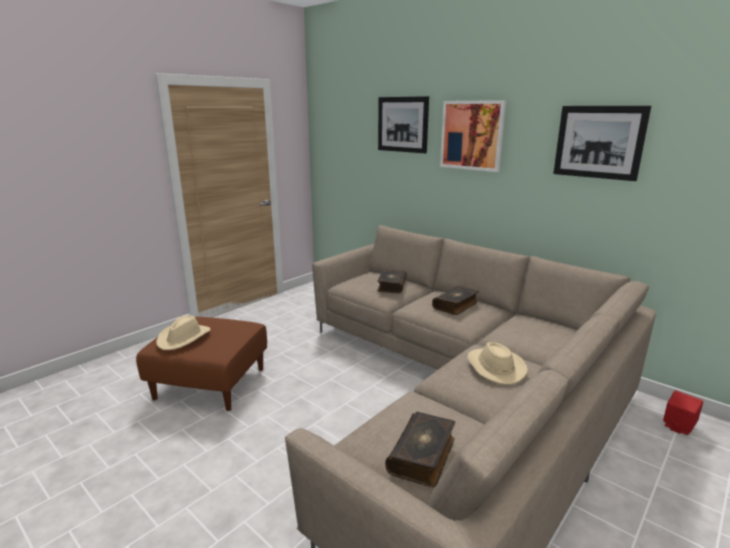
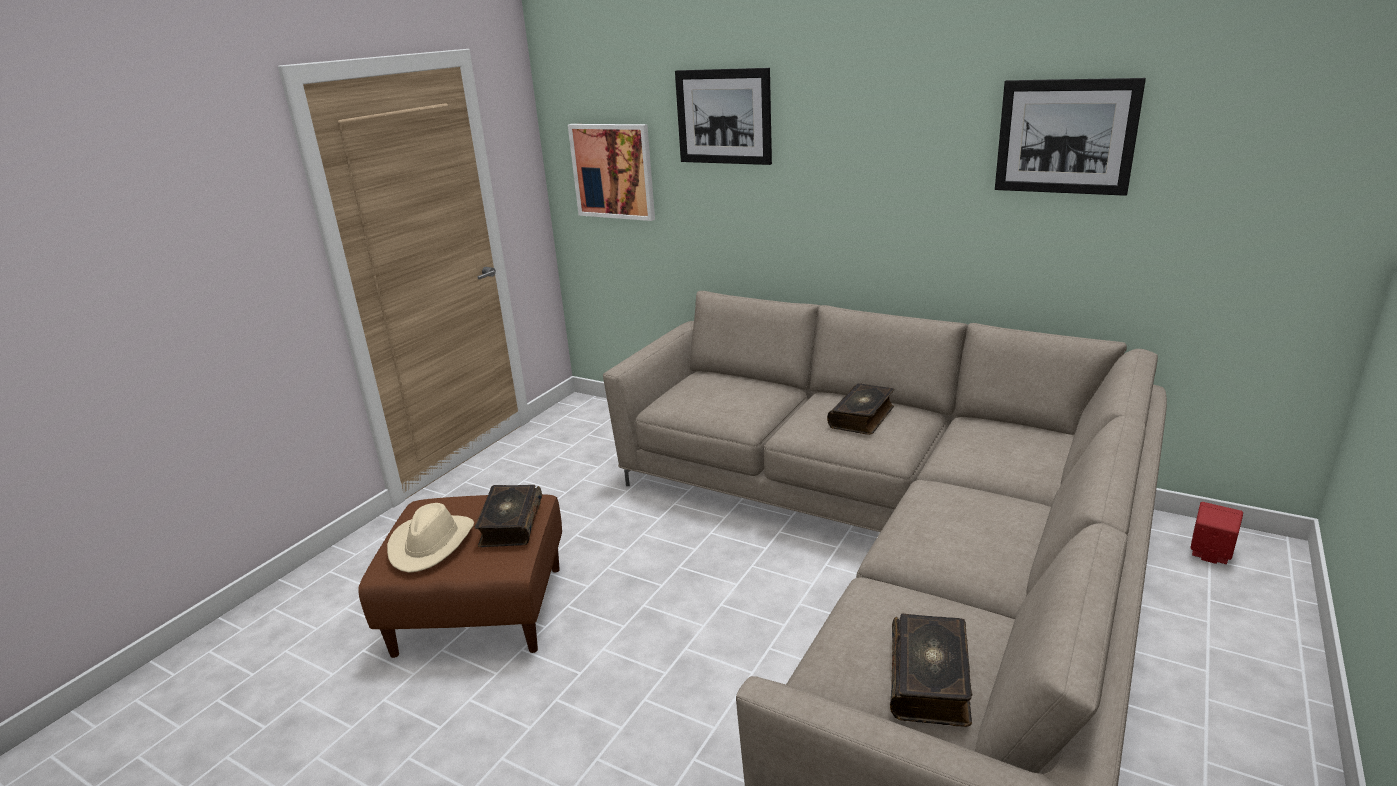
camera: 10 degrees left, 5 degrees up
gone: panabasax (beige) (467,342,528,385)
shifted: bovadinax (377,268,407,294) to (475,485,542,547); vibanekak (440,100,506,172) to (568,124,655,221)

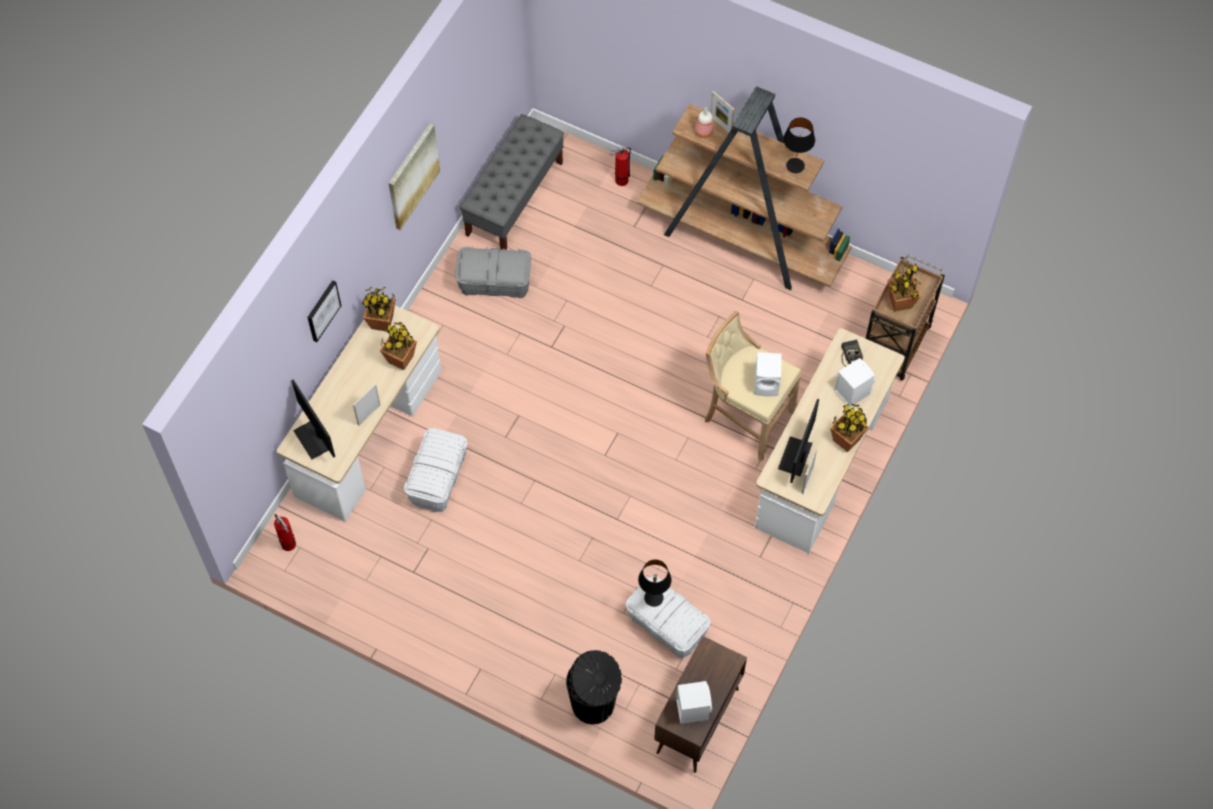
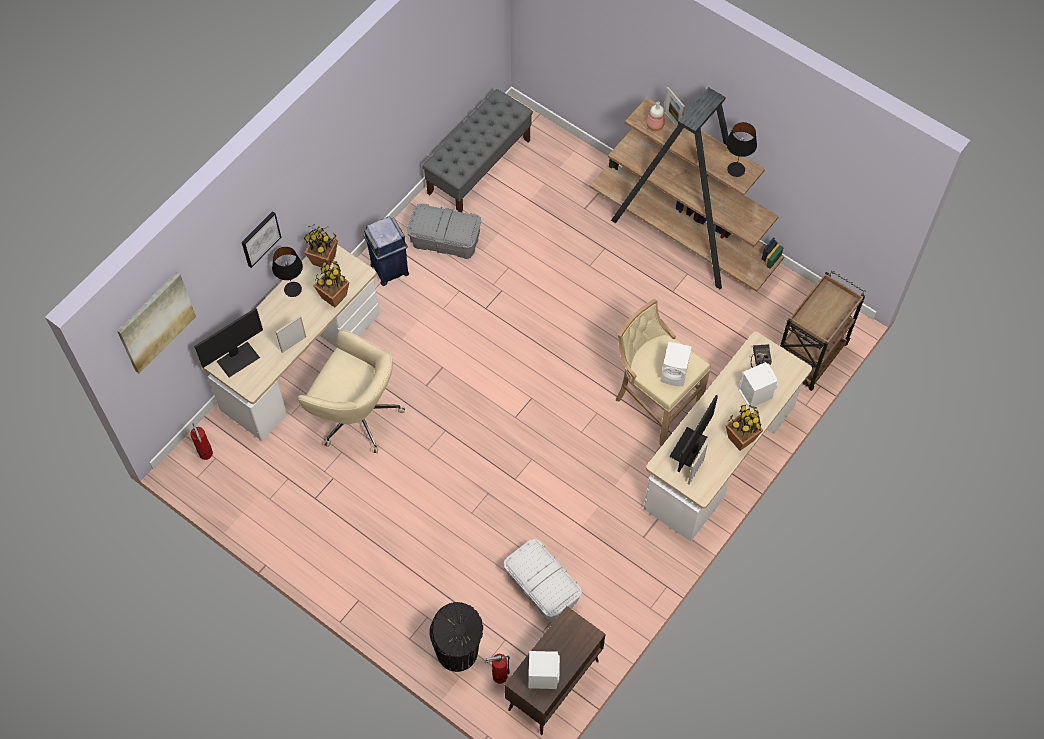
camera: 10 degrees right, 0 degrees up
gone: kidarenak (888,261,921,312)
new: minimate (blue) (364,216,409,286)
shifted: vibanekak (389,123,440,230) to (117,272,196,374); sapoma (610,146,631,186) to (485,654,510,684); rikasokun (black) (638,560,671,607) to (272,247,303,297)
swapped: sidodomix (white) (404,428,467,512) to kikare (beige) (297,330,405,454)
rotated: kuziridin (291,379,335,459) = (194,308,263,377) 105 degrees counterclockwise

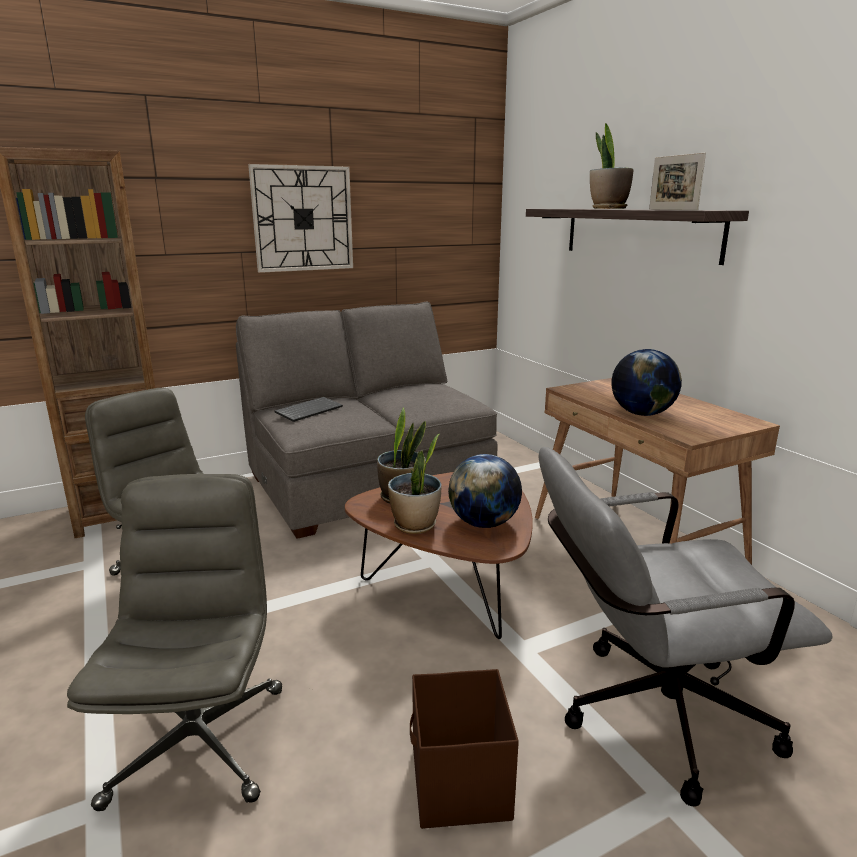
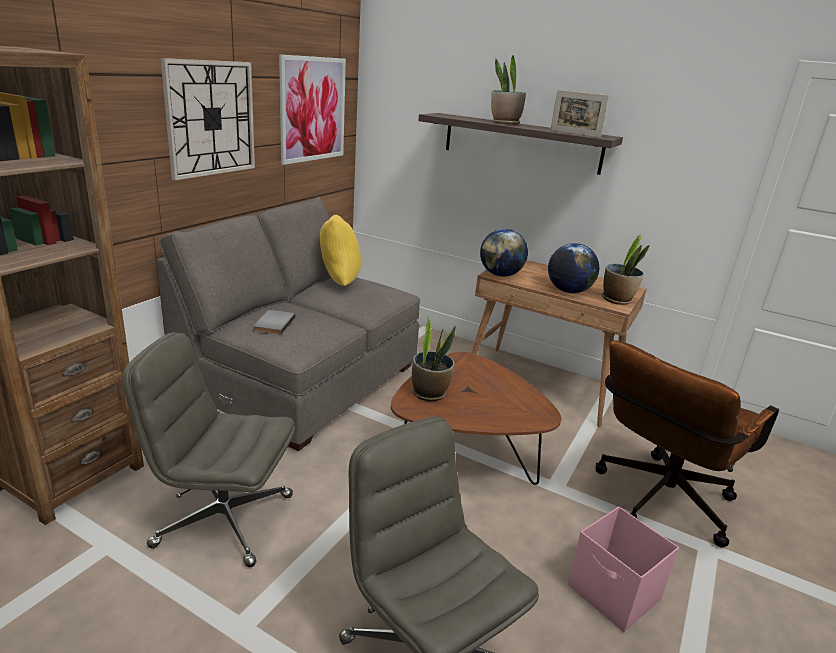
camera: 35 degrees left, 5 degrees up
new: vibanekak (279,54,346,165); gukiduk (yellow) (320,215,361,286)
shifted: kidarenak (388,434,442,534) to (602,233,650,305); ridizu (448,454,522,528) to (480,229,528,277)
swapped: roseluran (274,397,343,422) to bovadinax (grey) (253,310,295,335)
repainted: sidodomix (brown) (410,669,519,829) to sidodomix (pink) (568,507,679,632); kikare (grey) (539,447,833,806) to kikare (brown) (595,340,779,547)

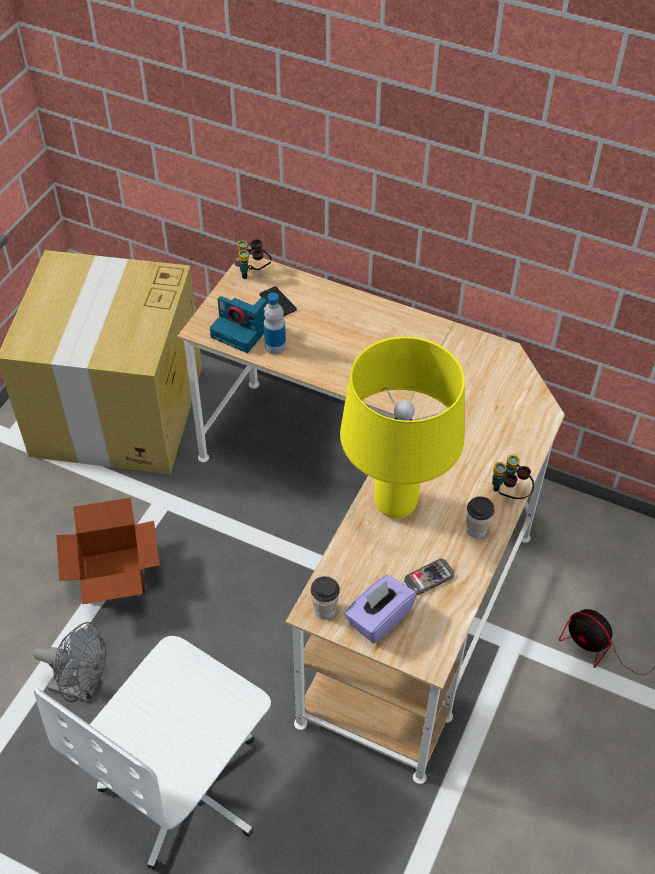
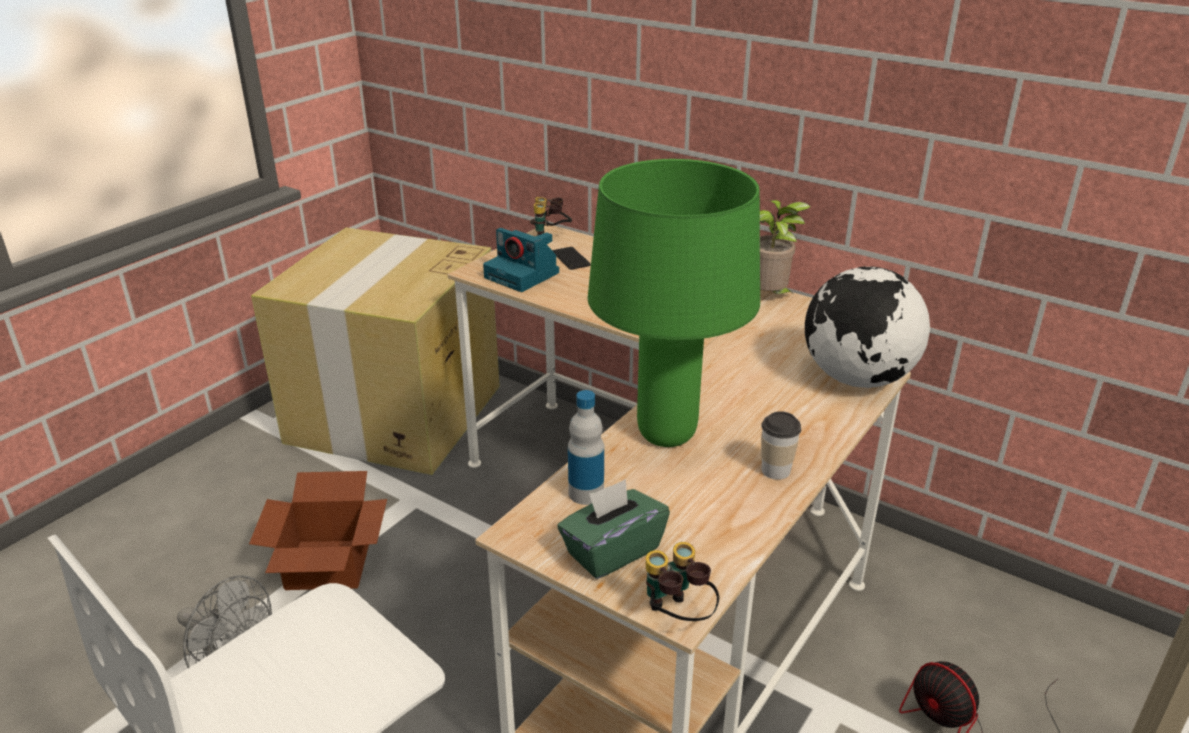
camera: 10 degrees right, 20 degrees down
gone: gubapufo (311,576,340,619); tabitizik (404,558,455,595)
new: kidarenak (760,200,811,296); ridizu (805,266,930,388)
shifted: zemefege (264,293,286,355) to (568,390,604,505); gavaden (492,455,534,499) to (646,542,719,621)
repainted: rikasokun (yellow) (340,336,465,518) to rikasokun (green) (588,159,760,447); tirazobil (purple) (345,575,417,644) to tirazobil (green) (557,479,670,579)

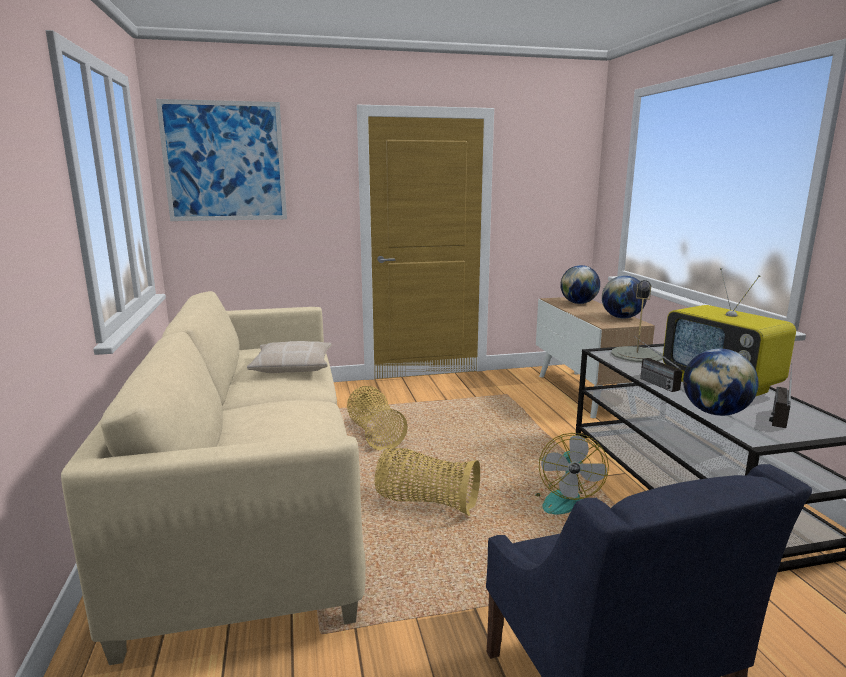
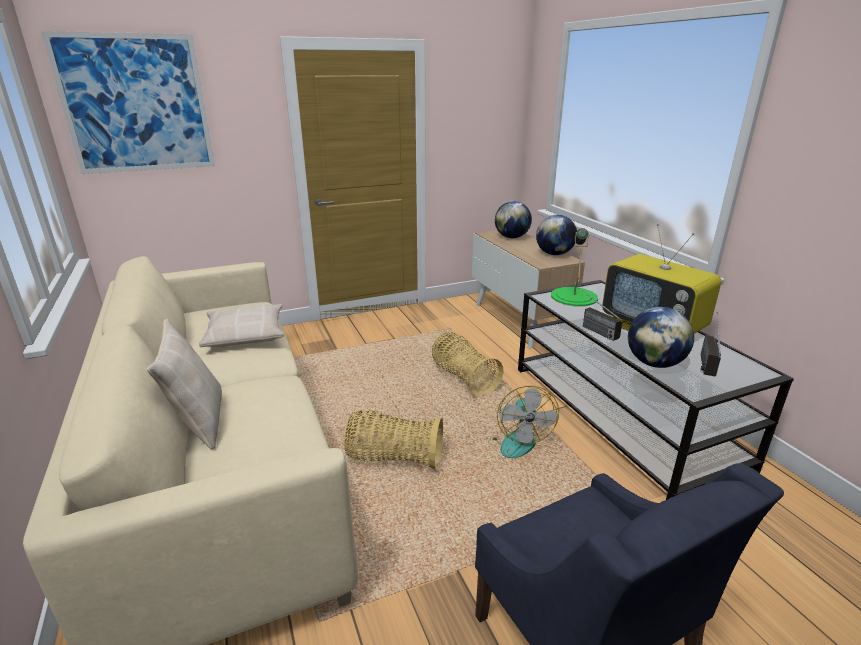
camera: 10 degrees left, 10 degrees up
new: gukiduk (beige) (147,319,222,450)
shifted: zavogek (347,386,408,451) to (432,332,503,397)
repainted: rikasokun (grey) (611,280,663,362) to rikasokun (green) (551,228,598,306)

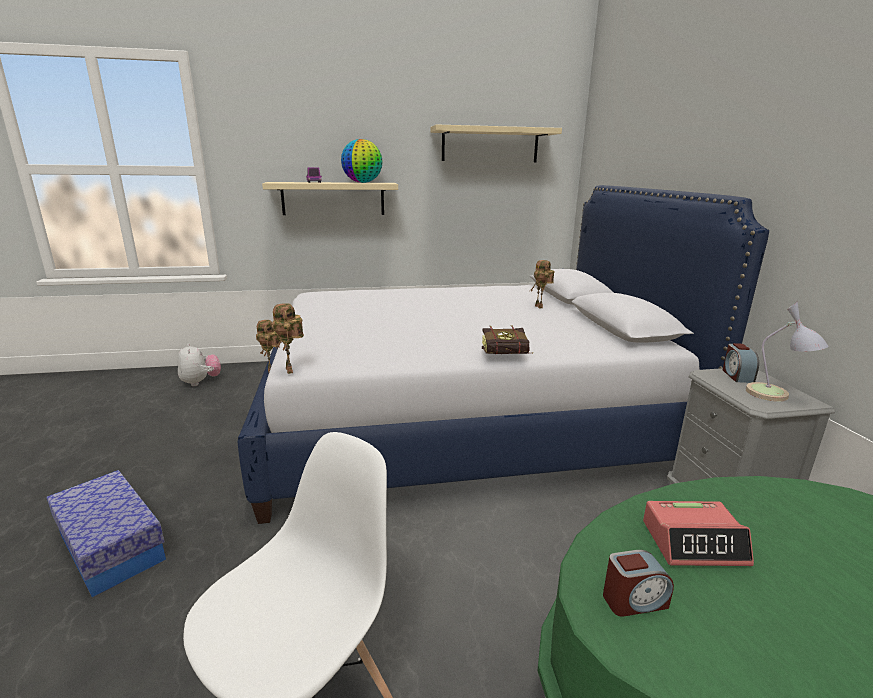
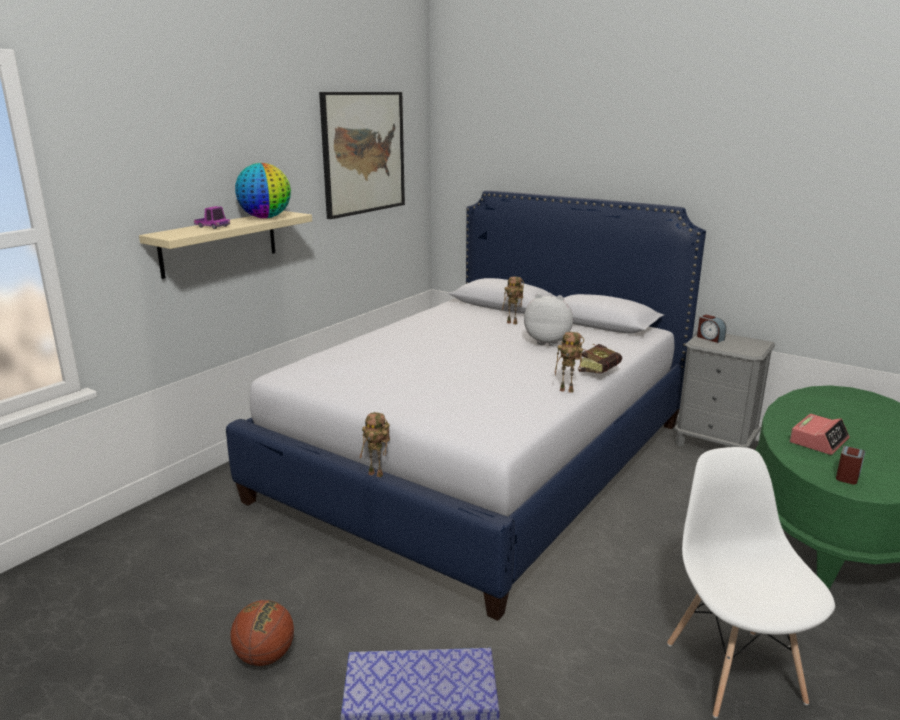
camera: 45 degrees left, 0 degrees up
gone: rikasokun (746,301,828,402)
new: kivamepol (231,600,294,666)
shifted: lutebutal (178,343,221,386) to (524,294,573,346); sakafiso (272,303,304,374) to (555,332,584,393)
swapped: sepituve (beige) (430,124,562,162) to vibanekak (319,92,405,219)

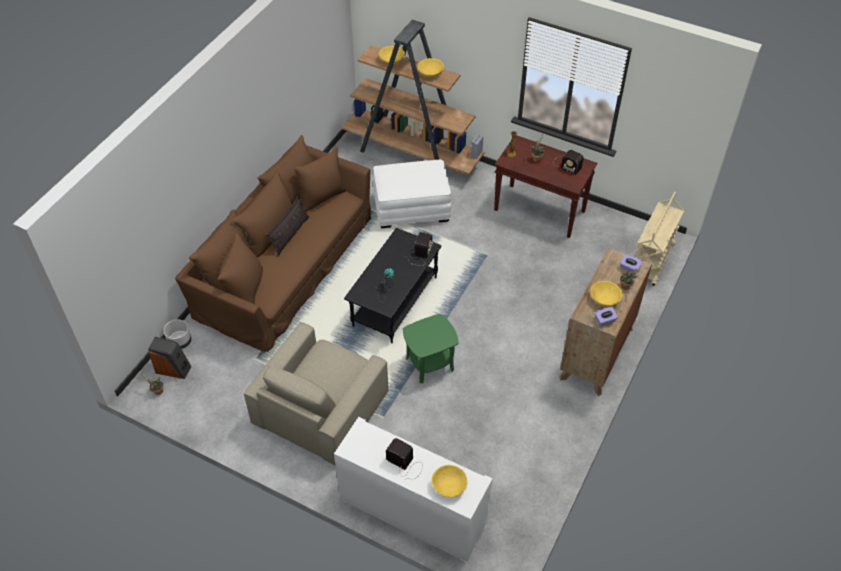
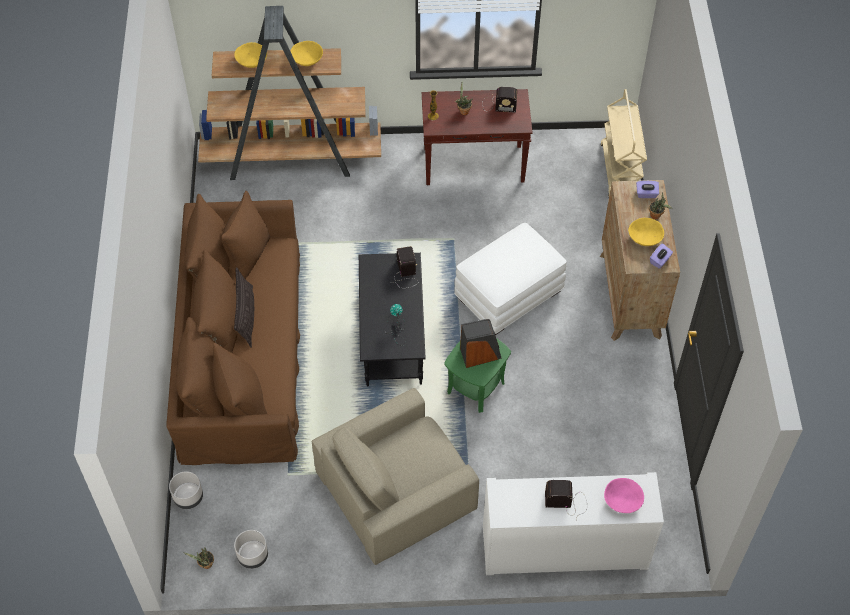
camera: 30 degrees left, 5 degrees up
new: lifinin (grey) (234,530,268,569)
shifted: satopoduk (148,336,191,379) to (460,319,502,368); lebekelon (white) (373,160,451,228) to (454,223,566,335)
repainted: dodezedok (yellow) (432,465,468,497) to dodezedok (pink) (604,478,644,513)
rotated: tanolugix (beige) (244,322,389,466) = (312,388,479,565) 60 degrees clockwise

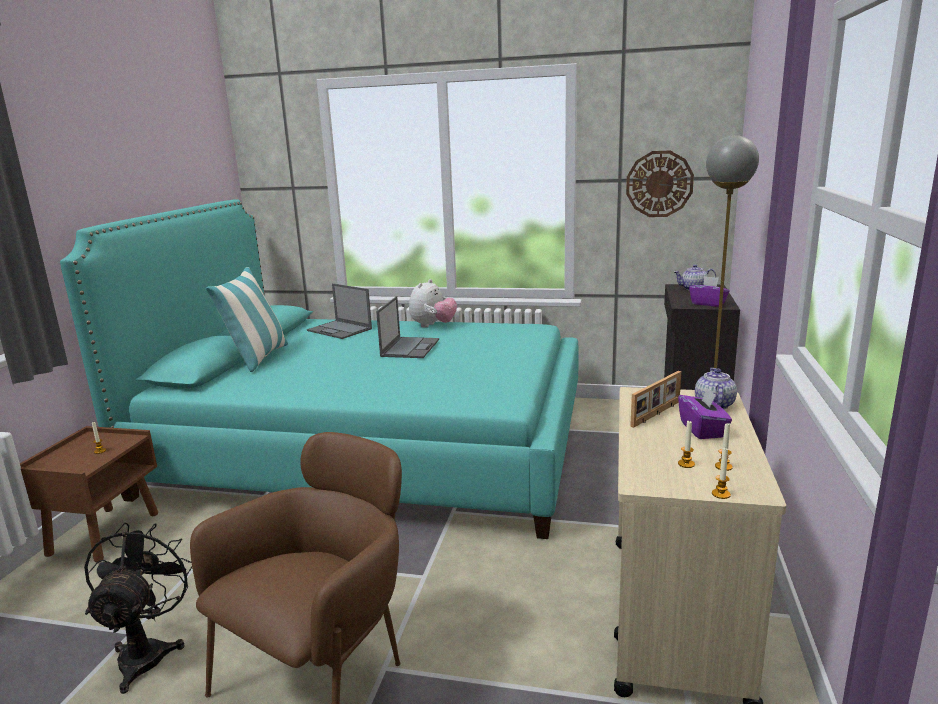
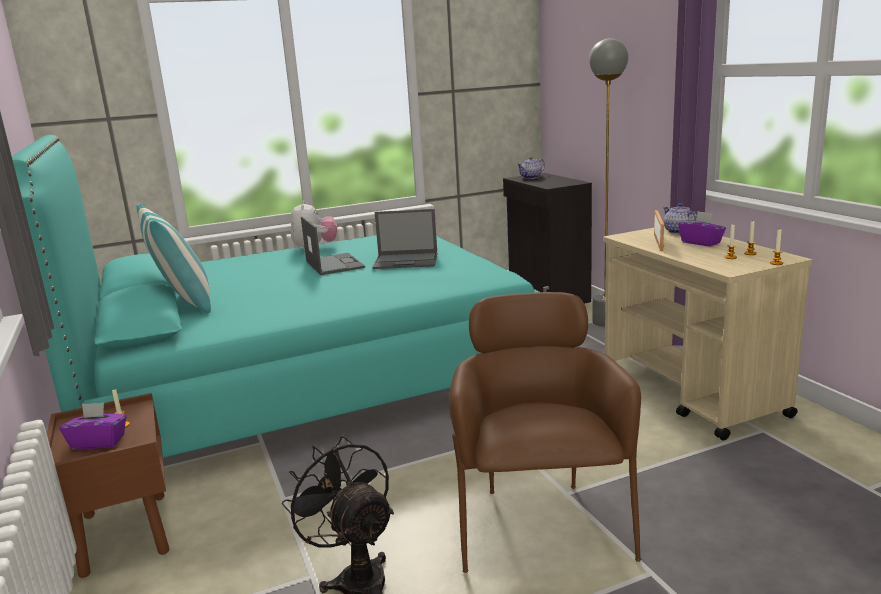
camera: 35 degrees left, 0 degrees up
gone: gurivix (626,151,694,217)
shifted: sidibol (307,283,372,339) to (373,209,437,269); tirazobil (purple) (689,276,729,307) to (60,402,127,450)

